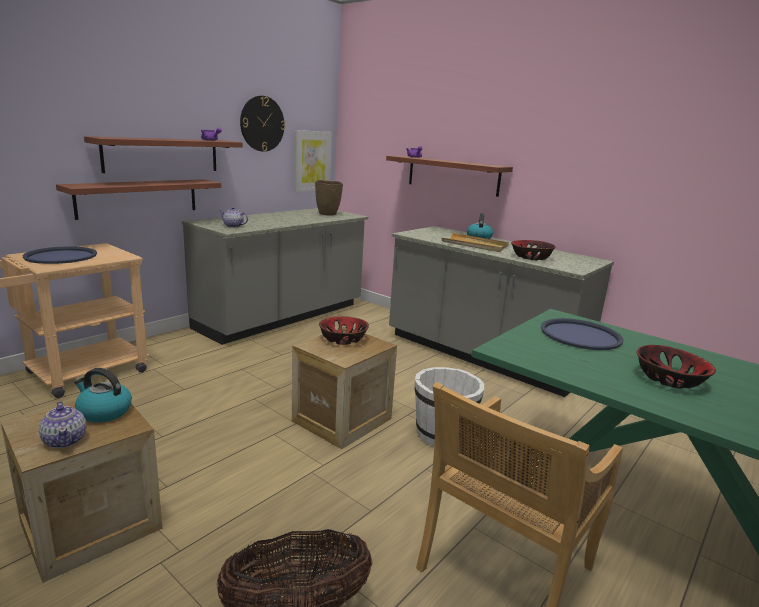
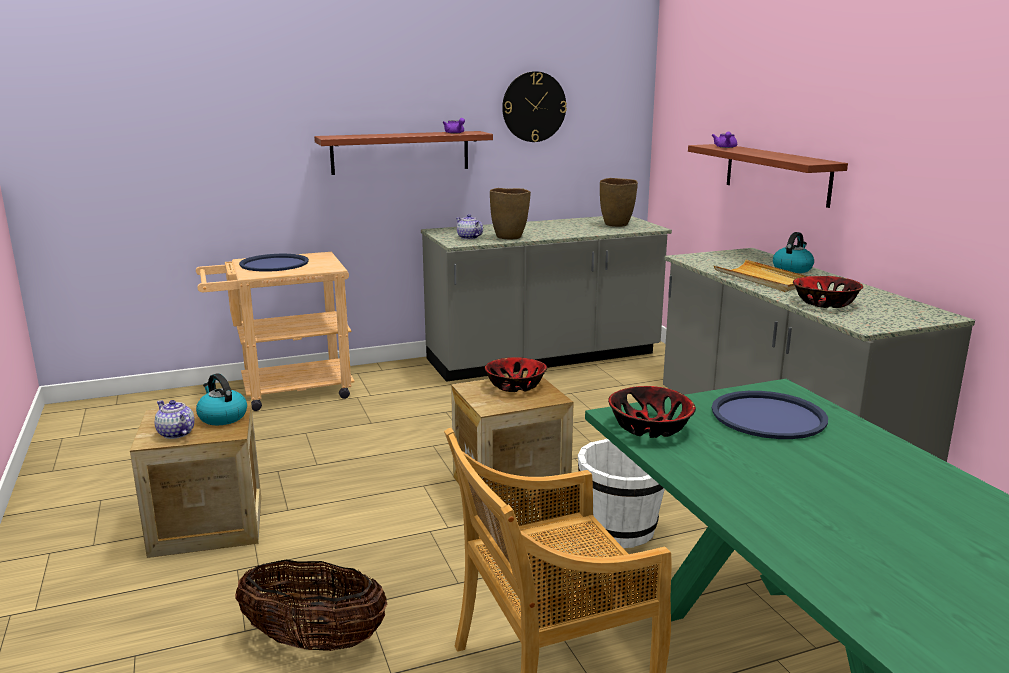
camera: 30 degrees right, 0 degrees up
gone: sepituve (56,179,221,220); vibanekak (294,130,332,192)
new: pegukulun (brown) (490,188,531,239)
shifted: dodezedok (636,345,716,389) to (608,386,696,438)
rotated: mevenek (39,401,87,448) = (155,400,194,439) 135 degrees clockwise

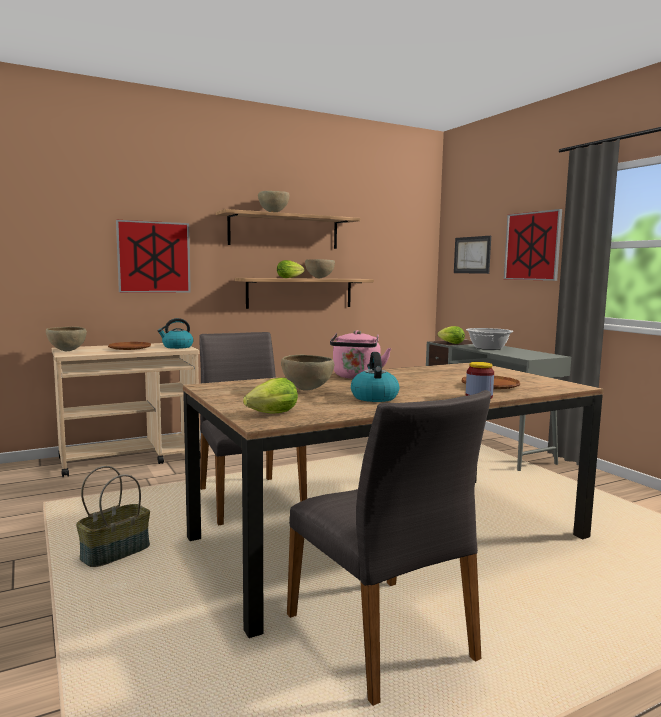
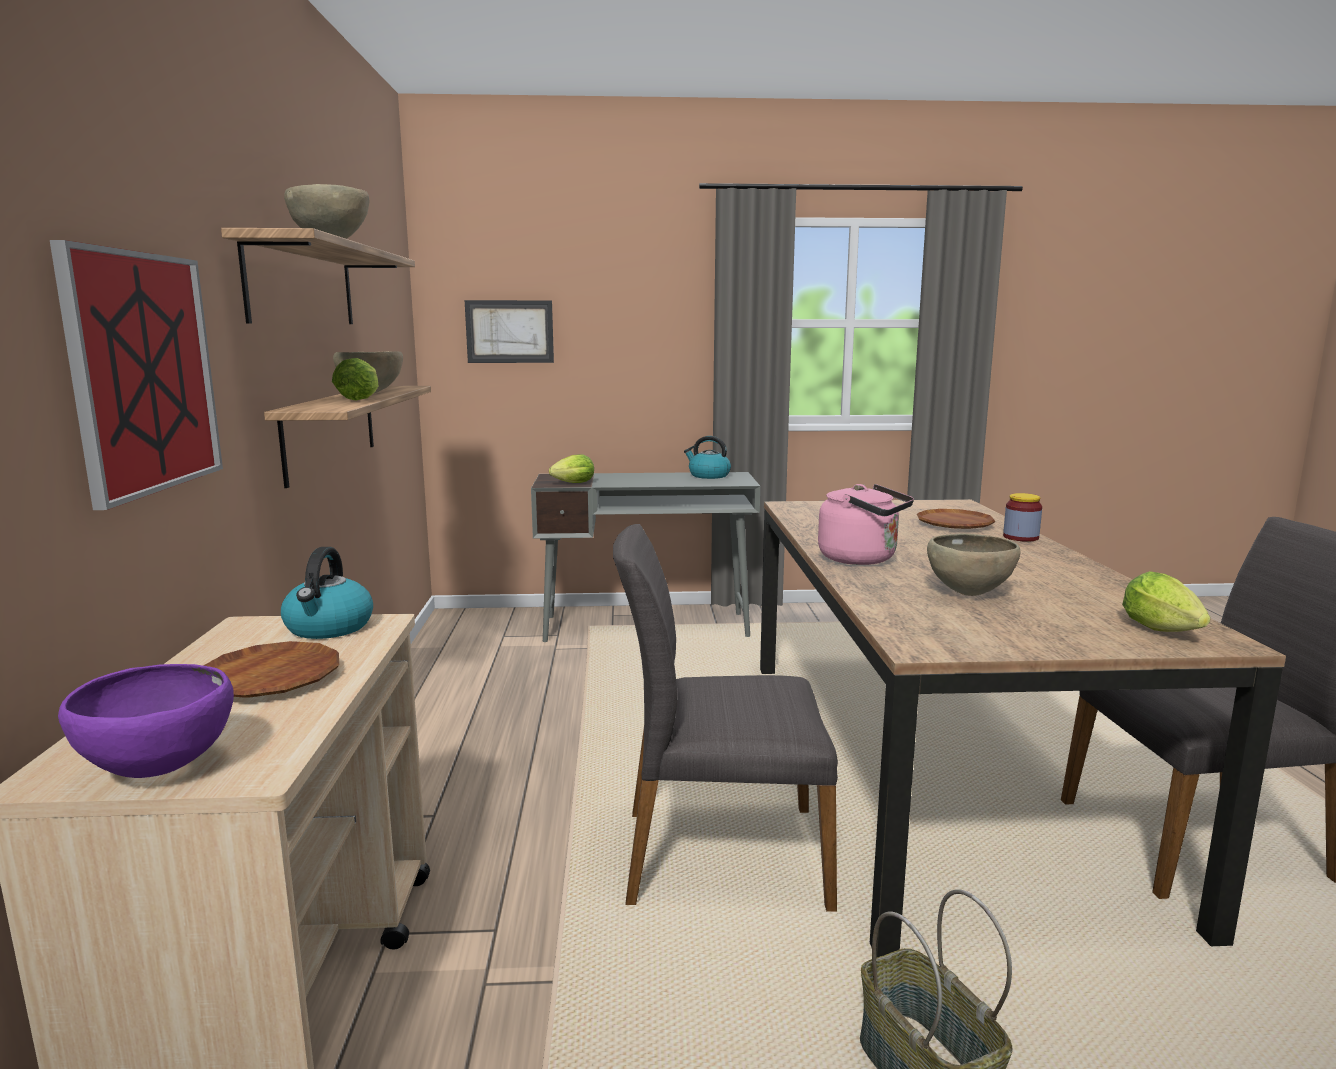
camera: 65 degrees left, 5 degrees up
gone: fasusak (466,328,513,350); vibanekak (504,209,562,281)
shifted: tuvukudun (351,352,399,402) to (684,436,731,479)
repainted: dodezedok (brown) (46,327,87,351) to dodezedok (purple) (58,664,234,778)

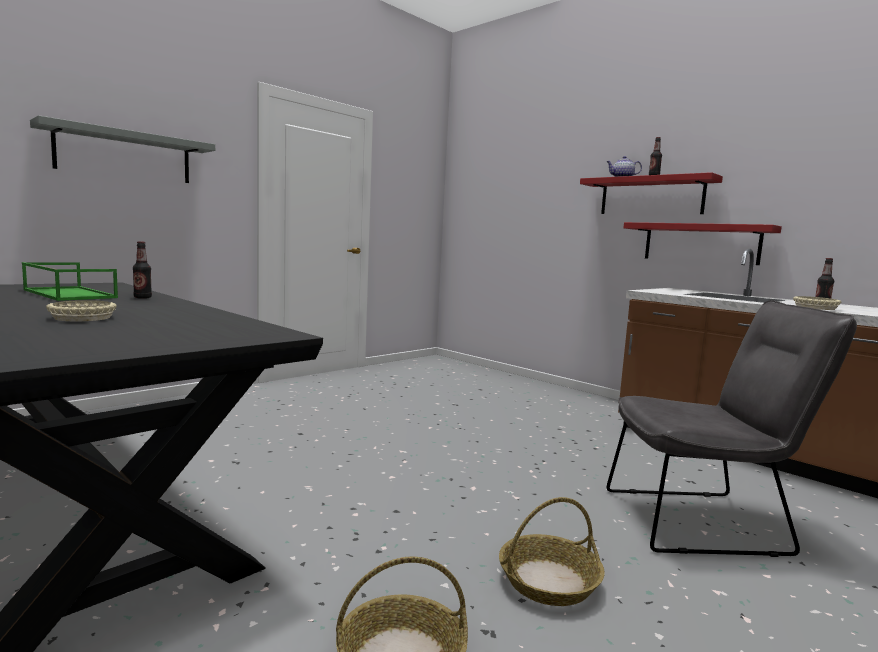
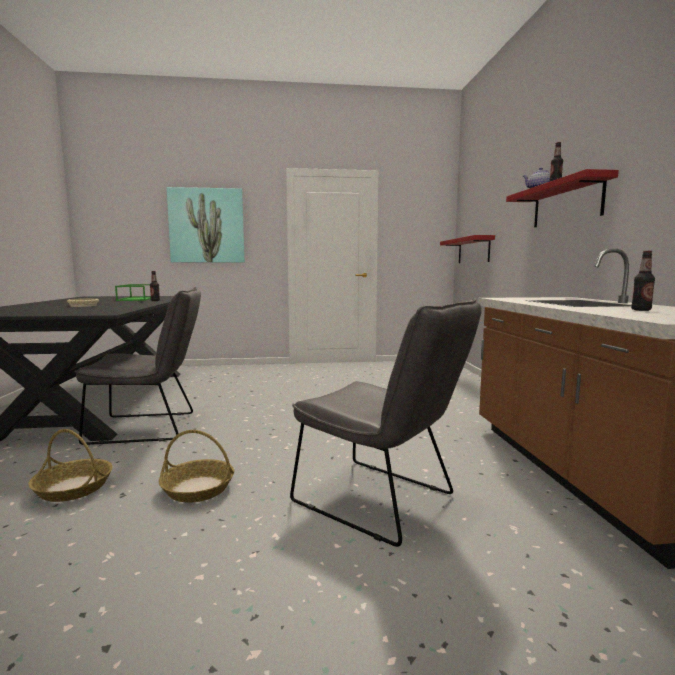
camera: 40 degrees right, 0 degrees up
gone: dodezedok (beige) (793,296,841,310)
new: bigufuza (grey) (75,287,201,445)
shifted: sepituve (red) (624,222,782,265) to (440,235,495,263)
swapped: sepituve (grey) (30,115,215,183) to vibanekak (166,187,245,263)

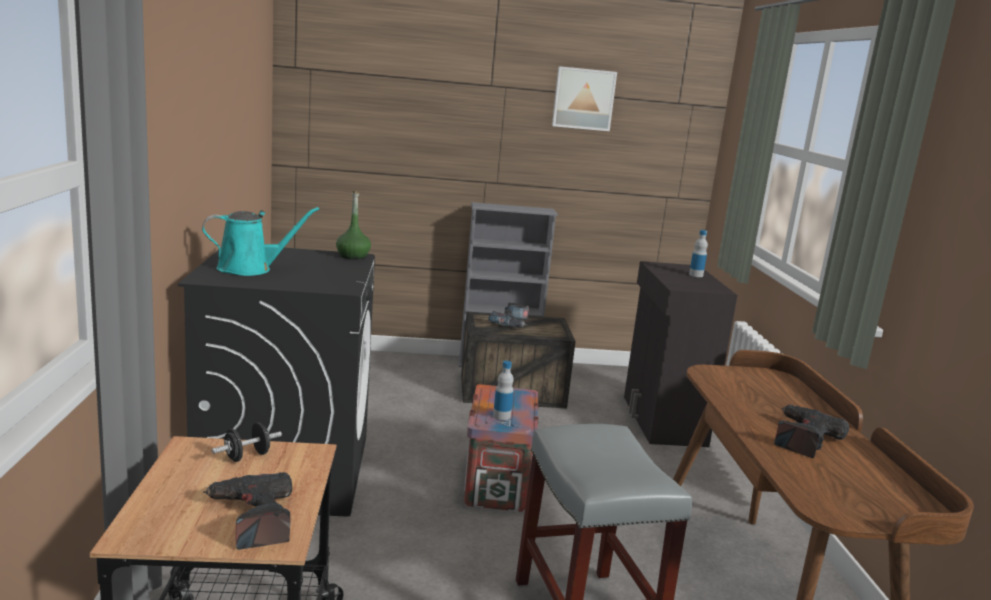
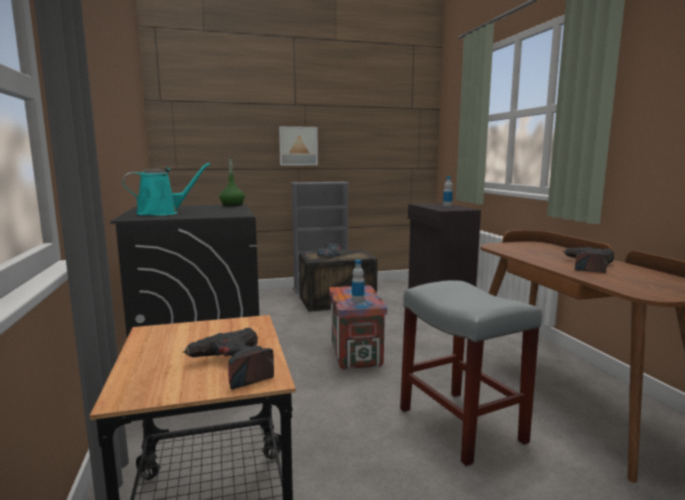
camera: 10 degrees left, 5 degrees down
gone: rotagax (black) (212,422,282,462)
shifted: vibanekak (552,66,617,131) to (279,126,318,165)

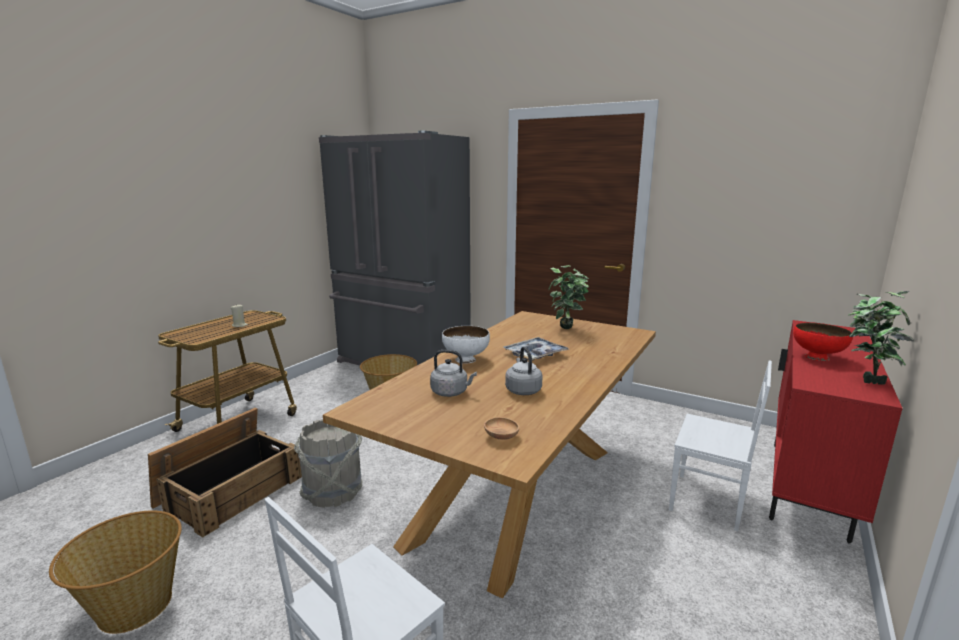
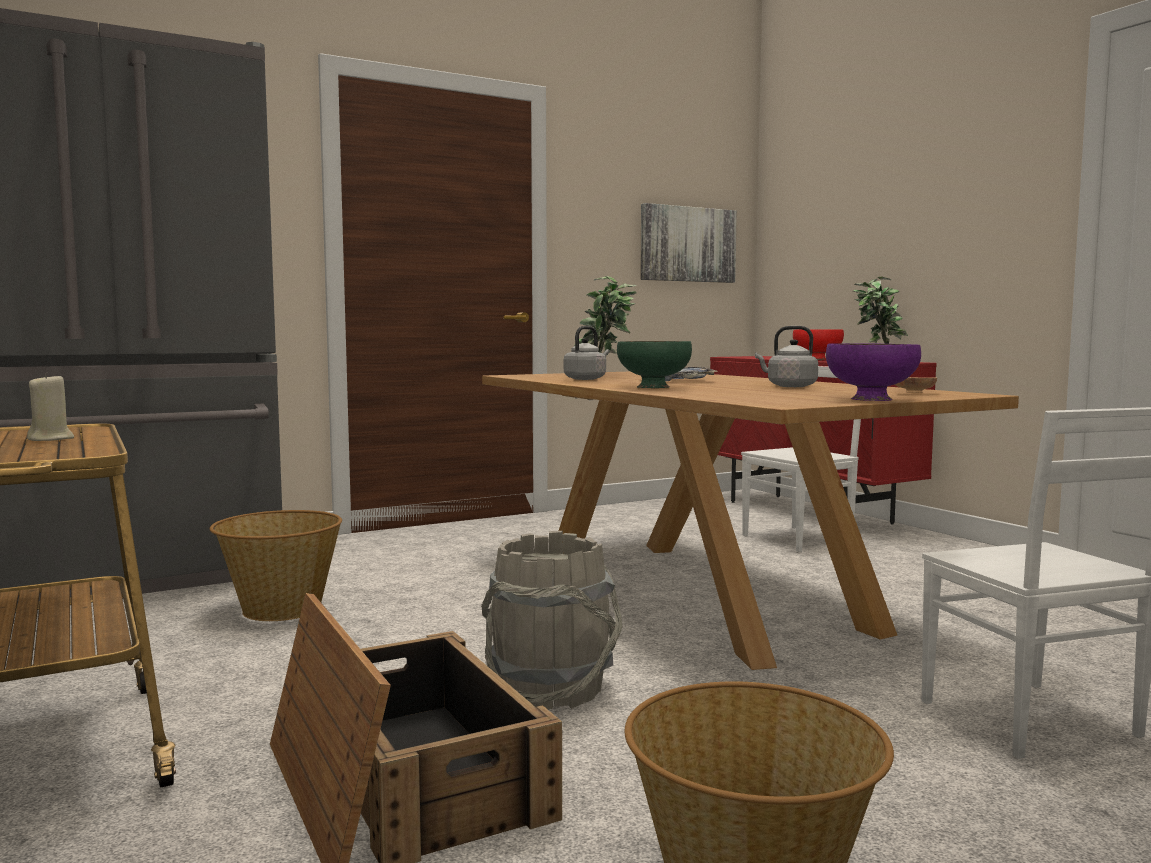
camera: 60 degrees left, 10 degrees down
new: vibanekak (640,203,737,283); dodezedok (purple) (826,343,921,401)
shifted: tuvukudun (grey) (430,350,477,397) to (564,326,610,380)
repainted: dodezedok (white) (442,326,490,364) to dodezedok (green) (617,341,692,388)

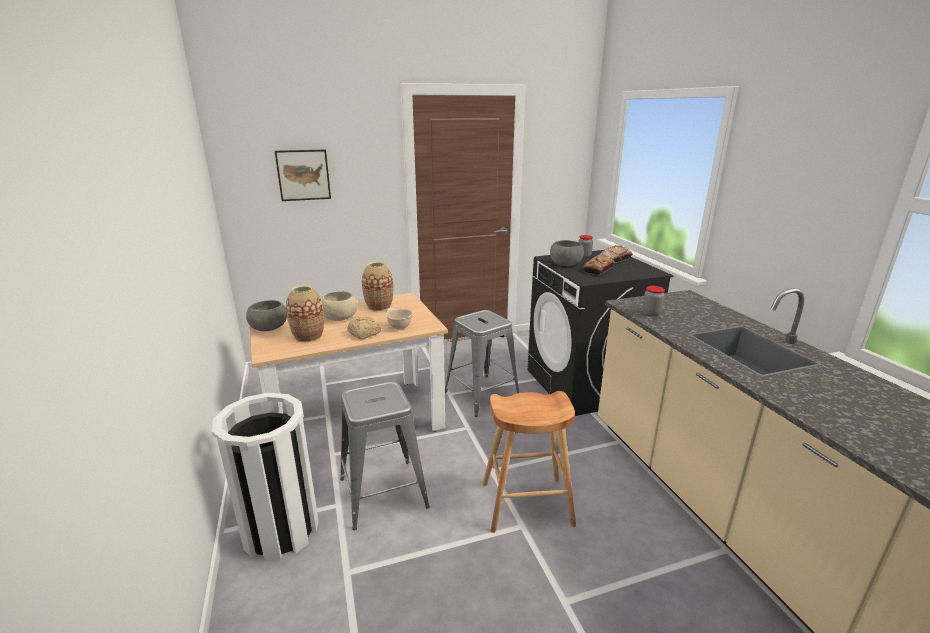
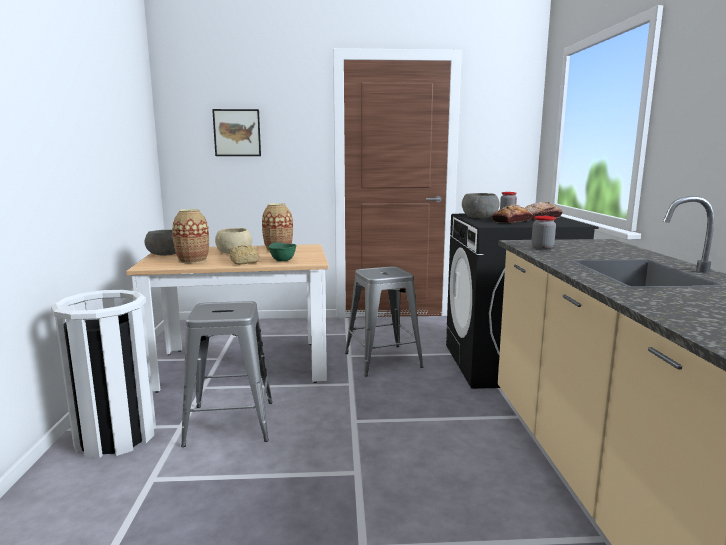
camera: 15 degrees right, 10 degrees down
gone: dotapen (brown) (483,391,576,533)
repainted: dodezedok (beige) (386,308,413,329) to dodezedok (green) (269,242,296,261)

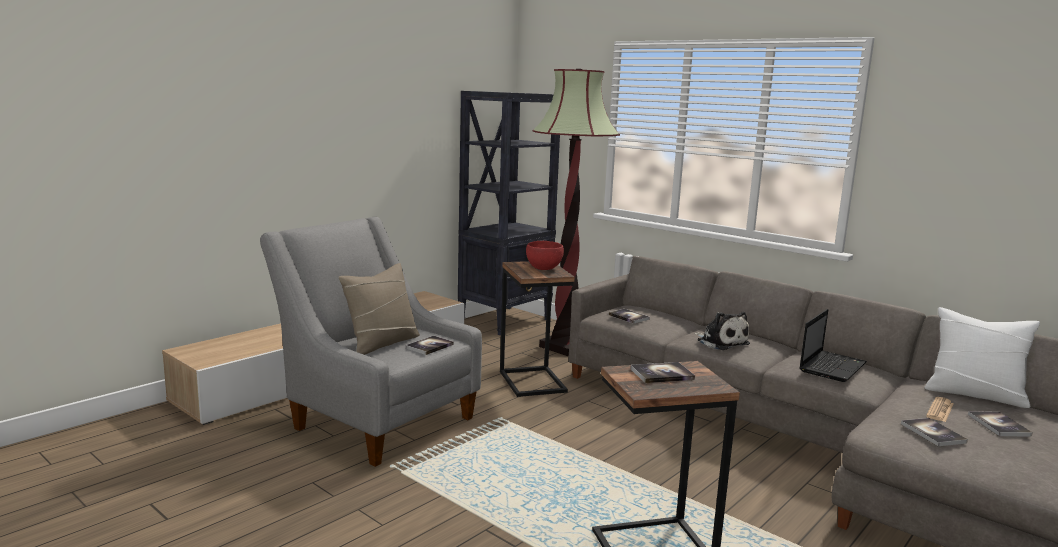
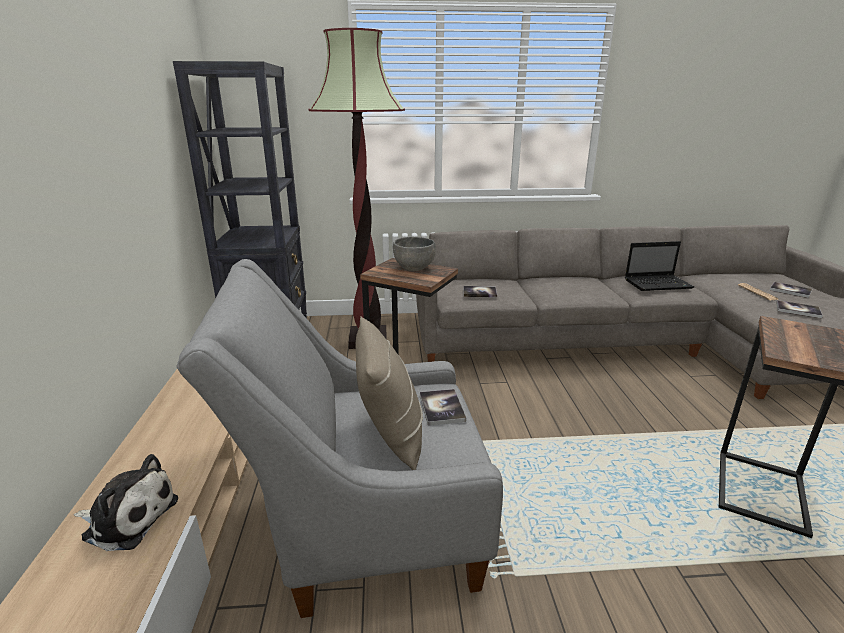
camera: 45 degrees left, 10 degrees up
gone: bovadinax (630,362,695,383); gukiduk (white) (925,307,1040,408)
shifted: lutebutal (694,312,750,350) to (74,454,178,551)
repainted: dodezedok (red) (526,241,564,270) to dodezedok (grey) (393,237,436,271)
rotated: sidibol (800,309,867,382) = (625,241,694,291) 90 degrees clockwise

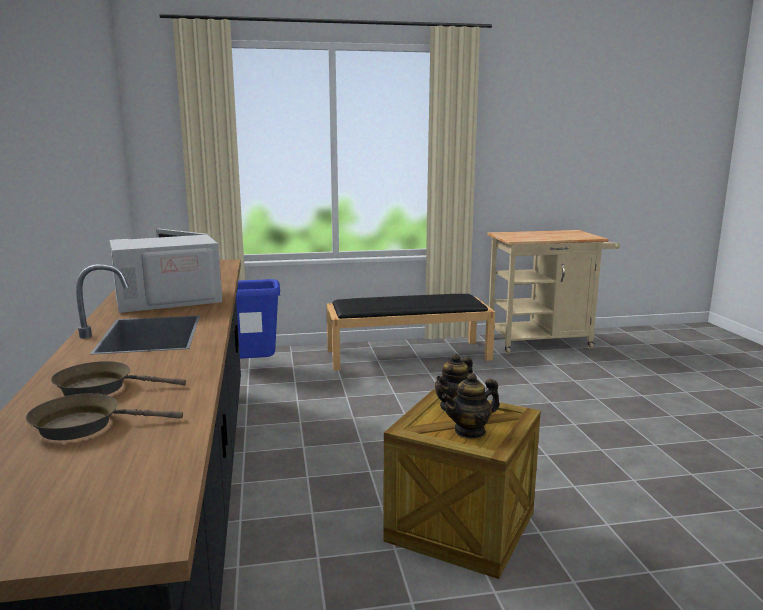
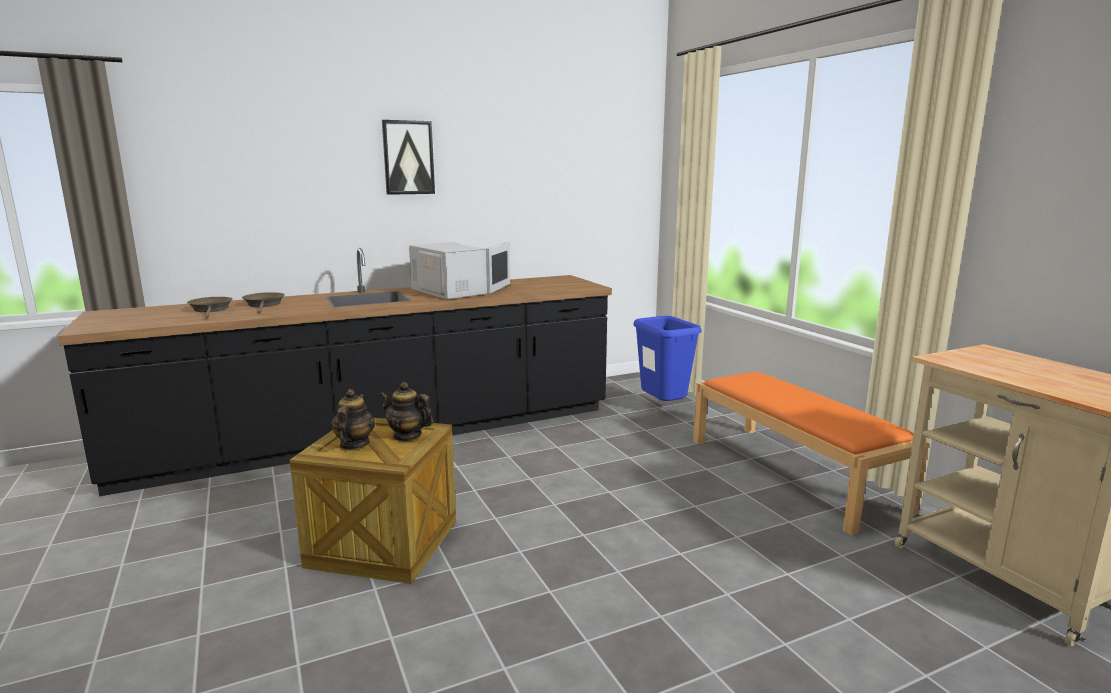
camera: 75 degrees right, 0 degrees up
new: vibanekak (382,120,435,195)
repainted: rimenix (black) (326,294,495,371) to rimenix (orange) (693,372,929,536)
rotated: mevenek (442,373,500,439) = (331,389,375,450) 45 degrees clockwise

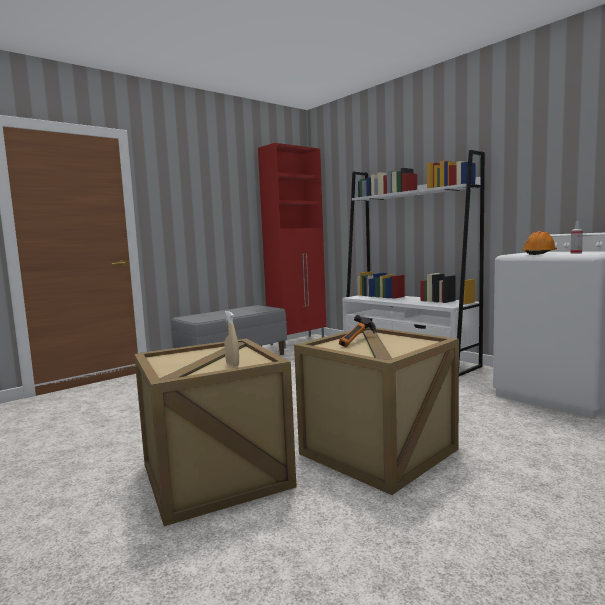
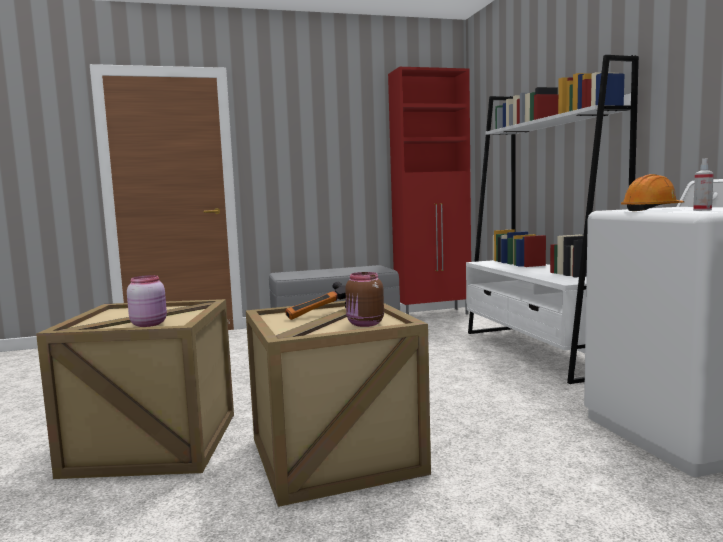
camera: 25 degrees right, 0 degrees up
new: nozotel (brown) (345,272,384,327)
swapped: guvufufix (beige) (224,311,239,366) to nozotel (pink) (127,275,167,327)

